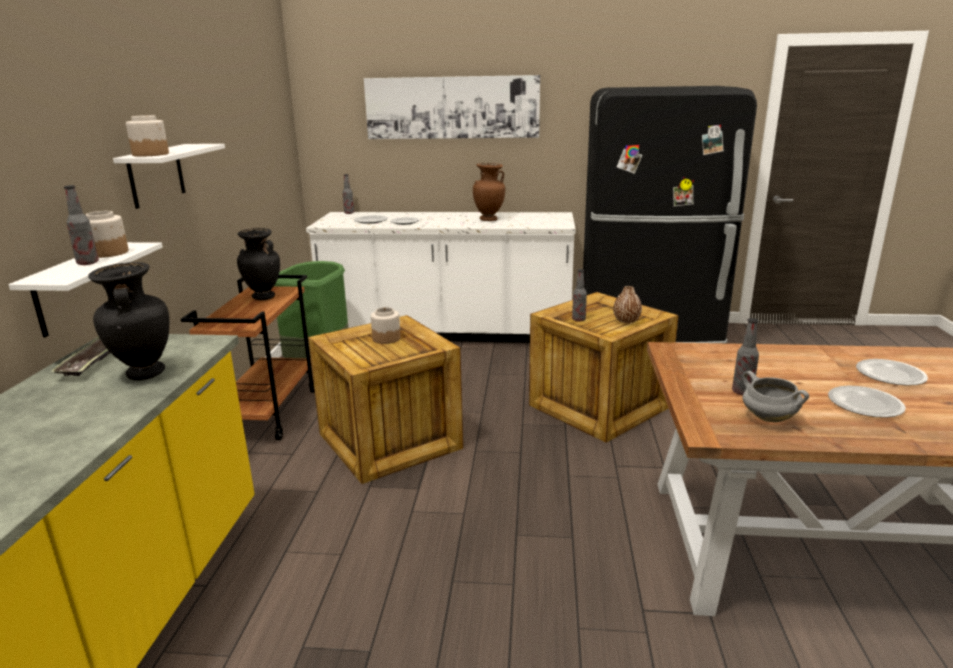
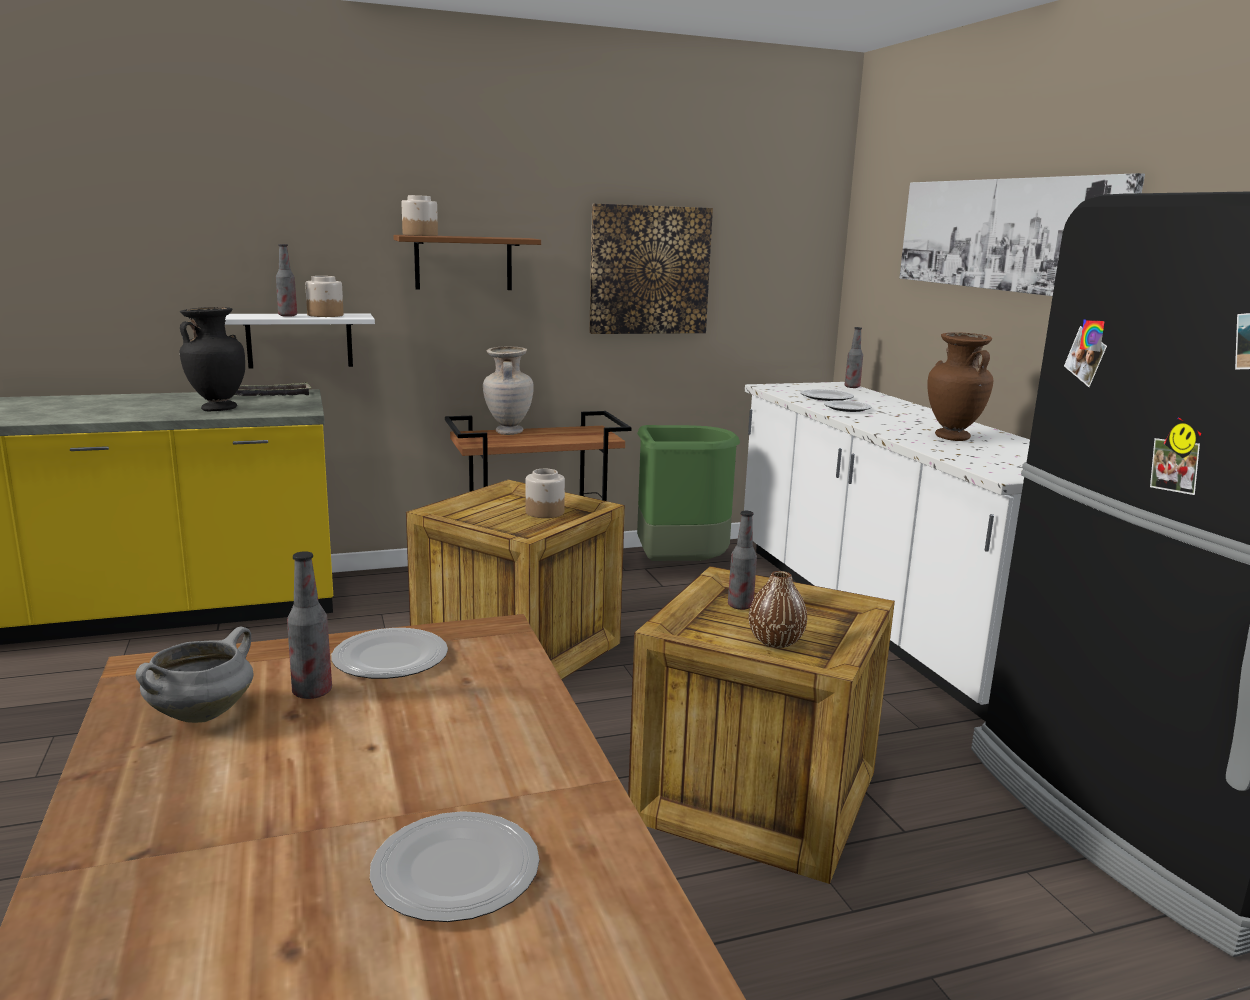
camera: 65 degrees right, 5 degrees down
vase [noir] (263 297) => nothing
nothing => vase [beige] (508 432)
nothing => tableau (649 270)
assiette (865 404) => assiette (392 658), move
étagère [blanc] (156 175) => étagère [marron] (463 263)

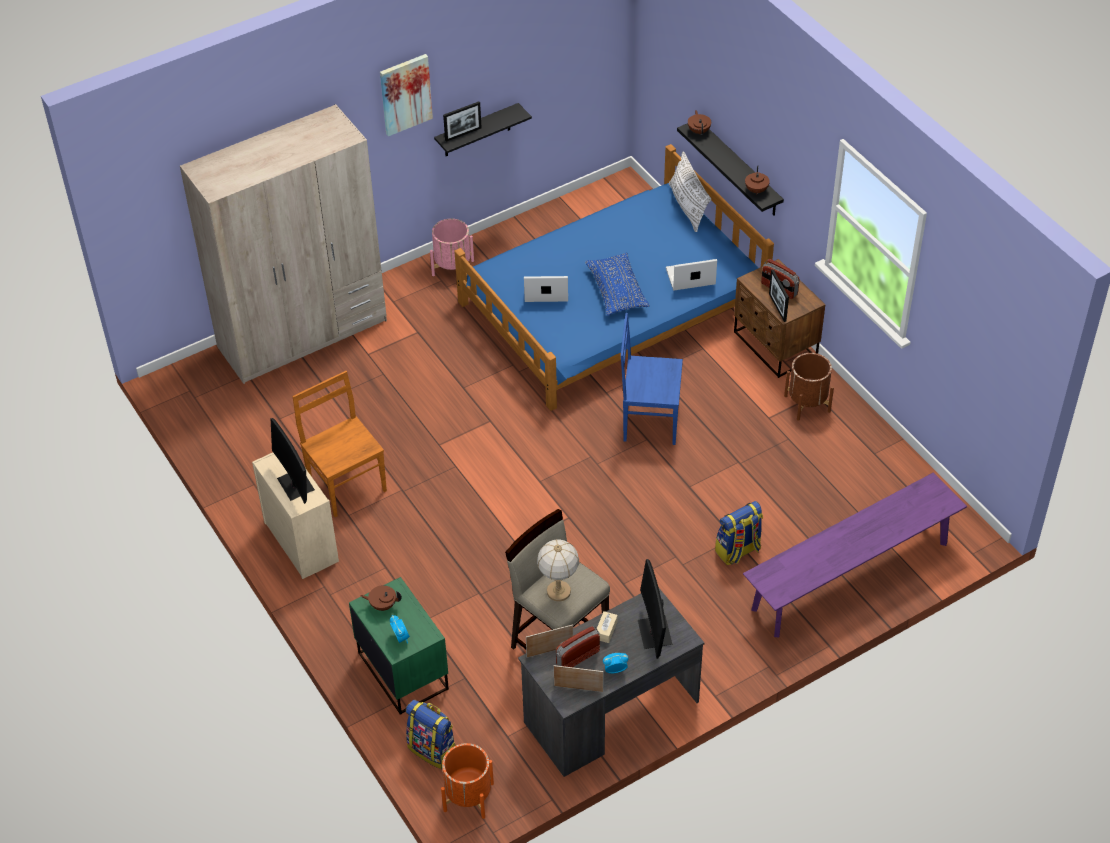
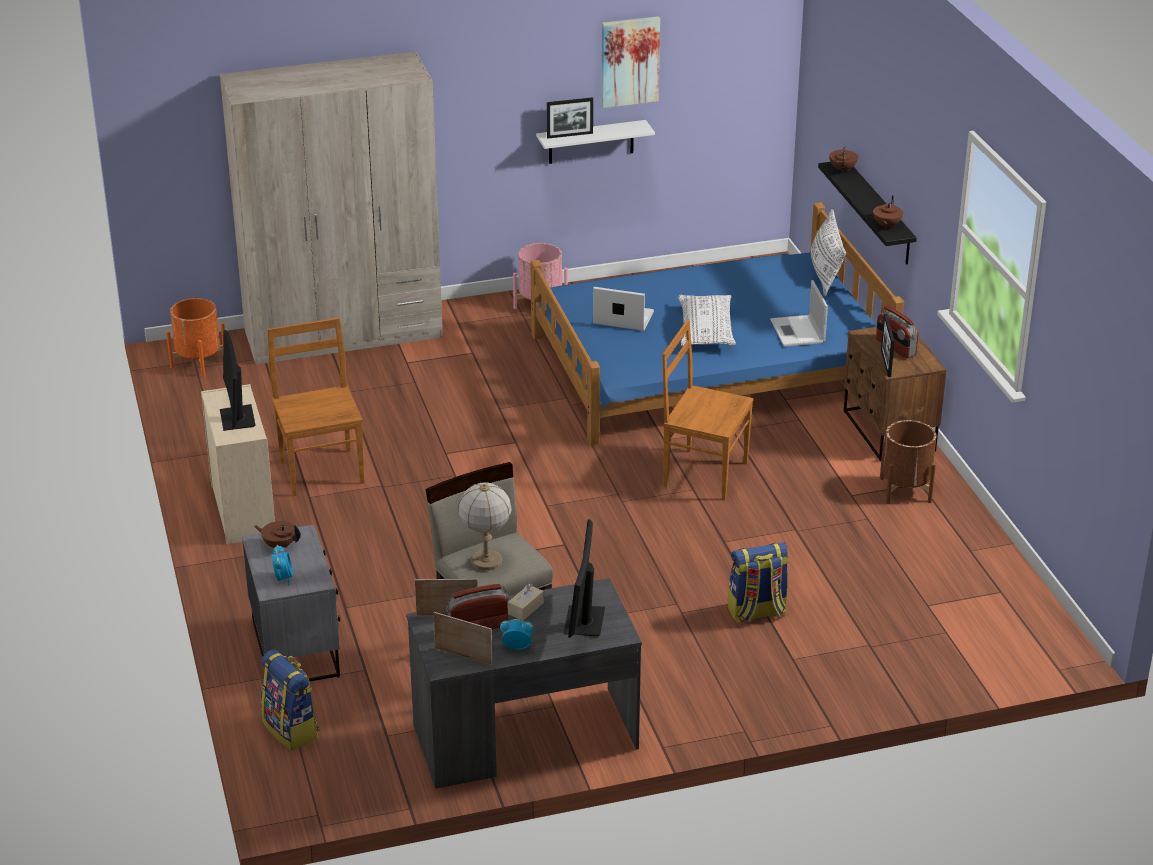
camera: 15 degrees right, 15 degrees down
banc [violet] (850 576) => nothing
tableau (405 94) => tableau (629 61), move
cache-pot [orange] (468 797) => cache-pot [orange] (199 363), move
table de chevet [vert] (403 670) => table de chevet [gris] (297 649)
étagère [noir] (477 131) => étagère [blanc] (591 142)
coussin [bleu] (617 291) => coussin [blanc] (706 331)
chaise [bleu] (649 421) => chaise [marron] (703 473)
ordinateur portable (689 277) => ordinateur portable (798 332), 105 degrees counterclockwise

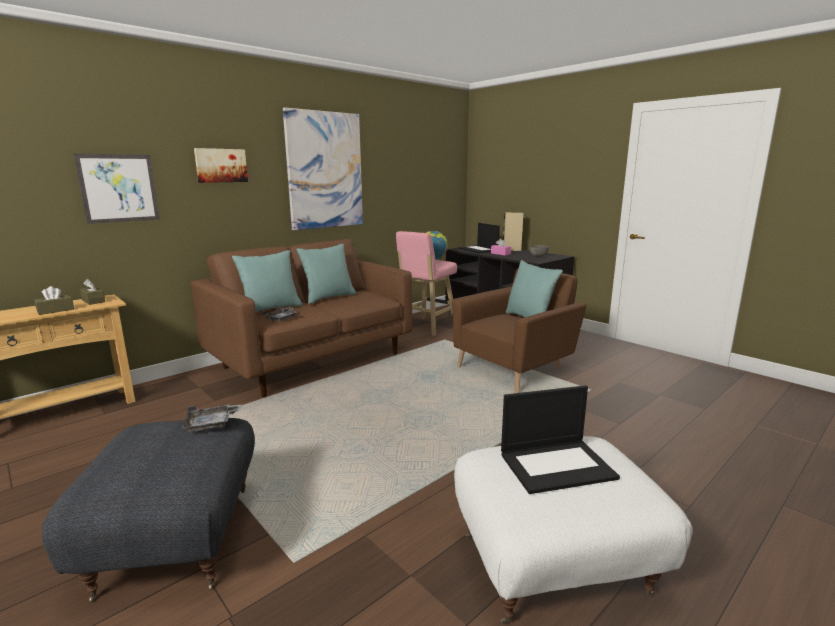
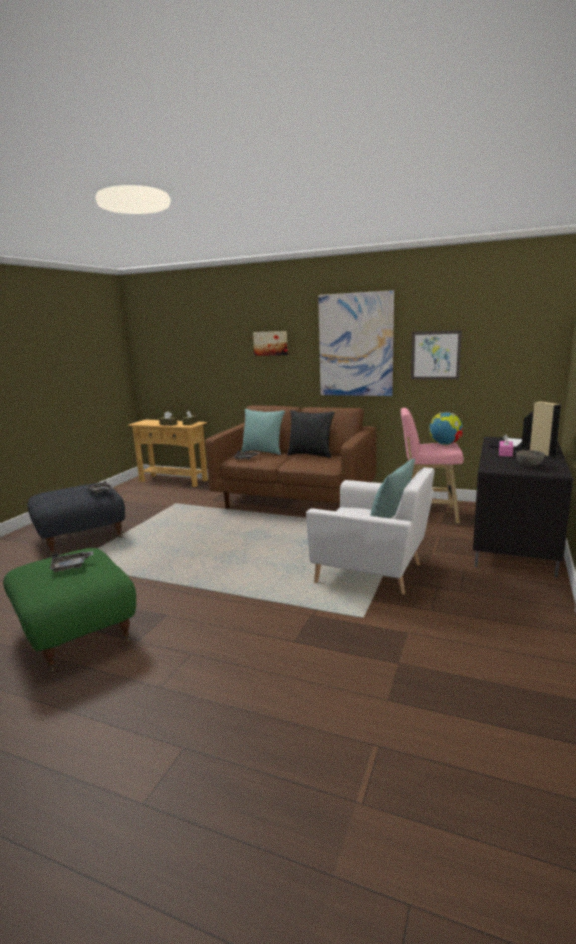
camera: 65 degrees right, 0 degrees up
tableau (119 188) => tableau (435 355), move
ordinateur portable (557 465) => plateau [gris] (71 566)
coussin [turquoise] (328 298) => coussin [noir] (310 455)
fauteuil [marron] (514 368) => fauteuil [blanc] (373 571)
pouf [blanc] (554 567) => pouf [vert] (75 634)

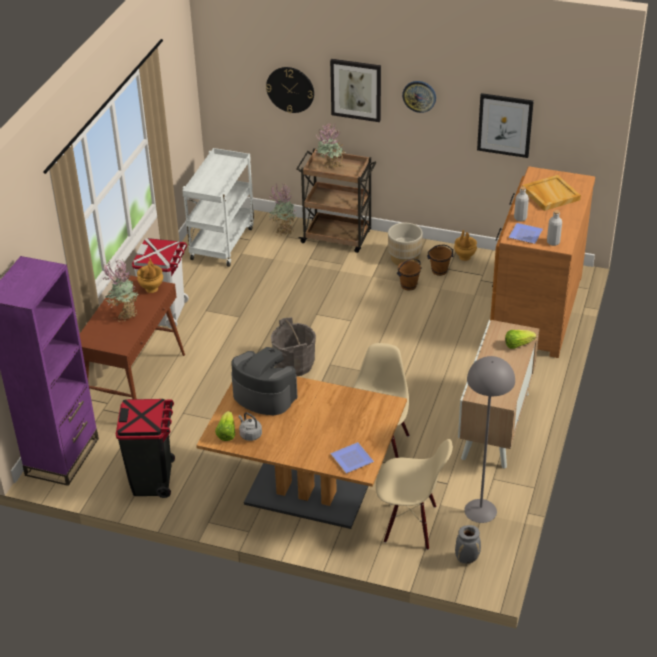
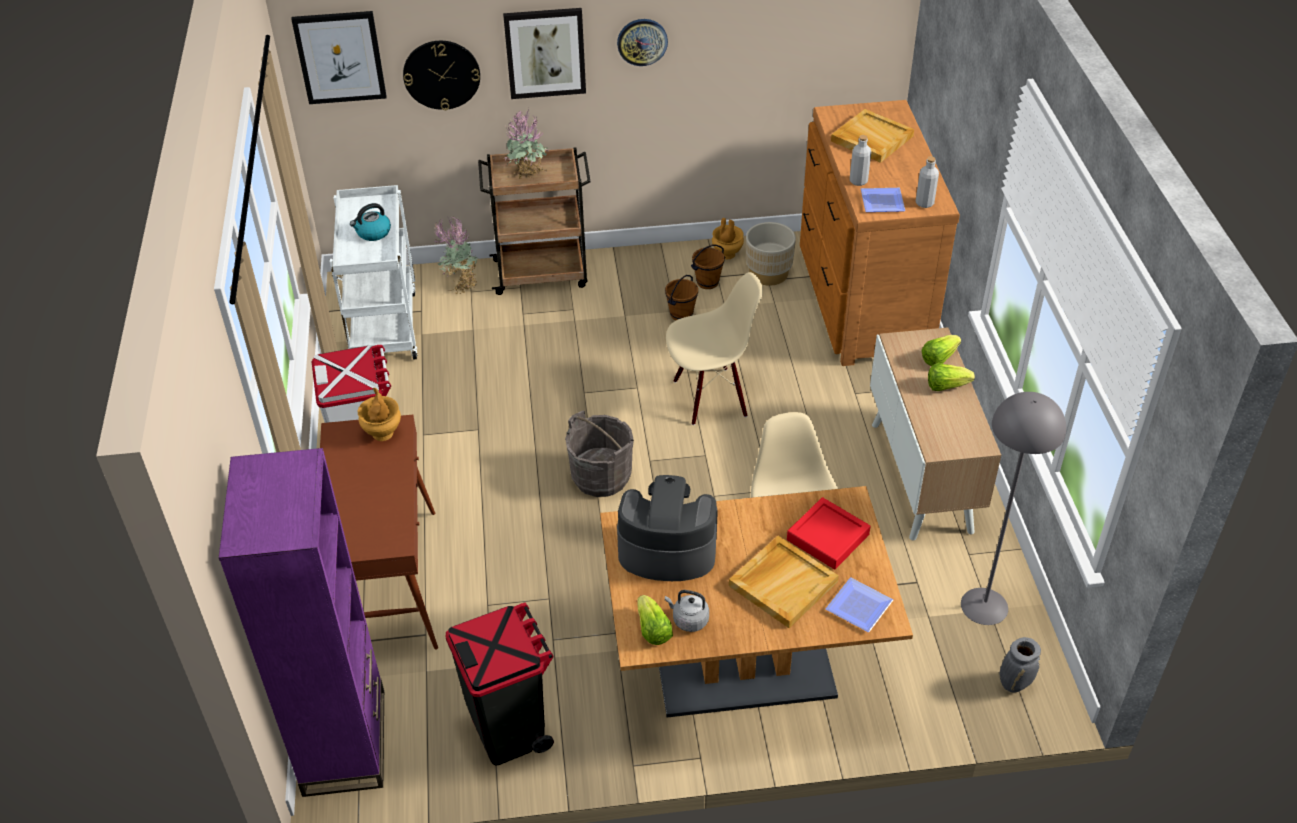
camera: 25 degrees left, 5 degrees up
plante en pot (124 314) => nothing
nothing => bouilloire (373 233)
nothing => plateau [beige] (783 583)
nothing => plateau [rouge] (827 537)
nothing => laitue (946 386)
chaise [beige] (410 525) => chaise [beige] (710 397), move
cache-pot [beige] (404 258) => cache-pot [beige] (768 273), move
tableau (505 125) => tableau (340 57), move

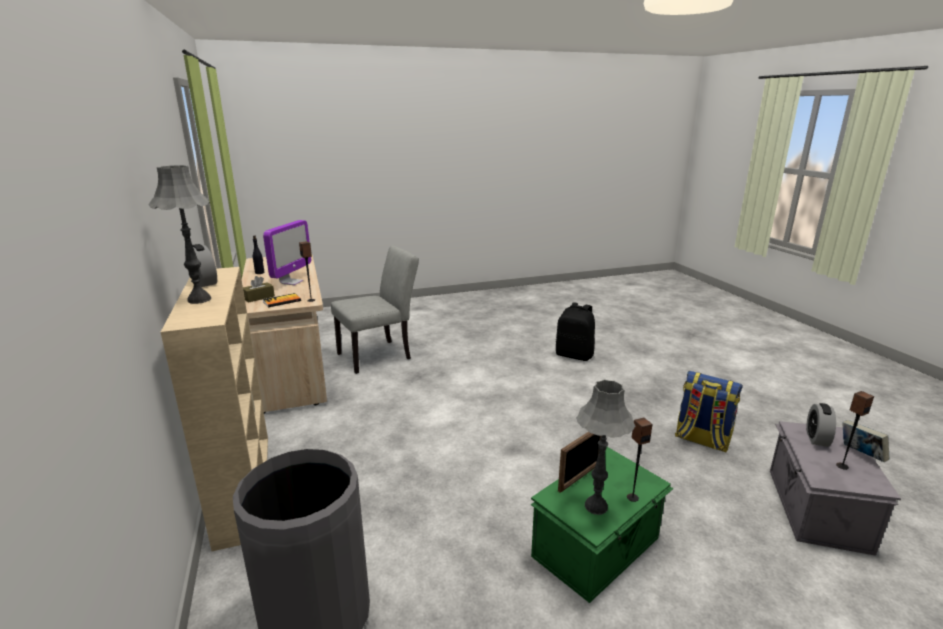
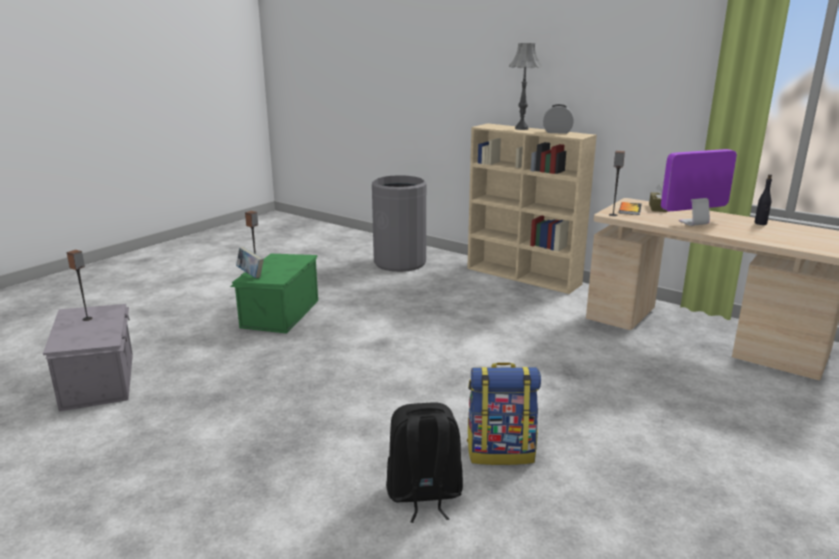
camera: 145 degrees right, 0 degrees up
chaise [gris] (379 355) => nothing
cadre photo (580 476) => nothing
lampe de table [gris] (596 507) => nothing
réveil (817 438) => nothing
sac à dos (701 440) => sac à dos (501 452), move
livre (860 454) => livre (250 274), move
écran d'ordinateur (291 282) => écran d'ordinateur (693 223), 90 degrees clockwise

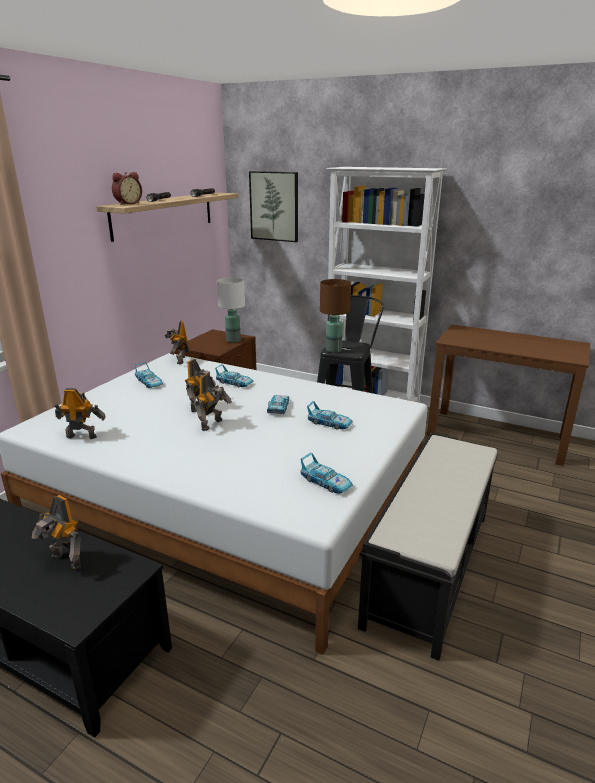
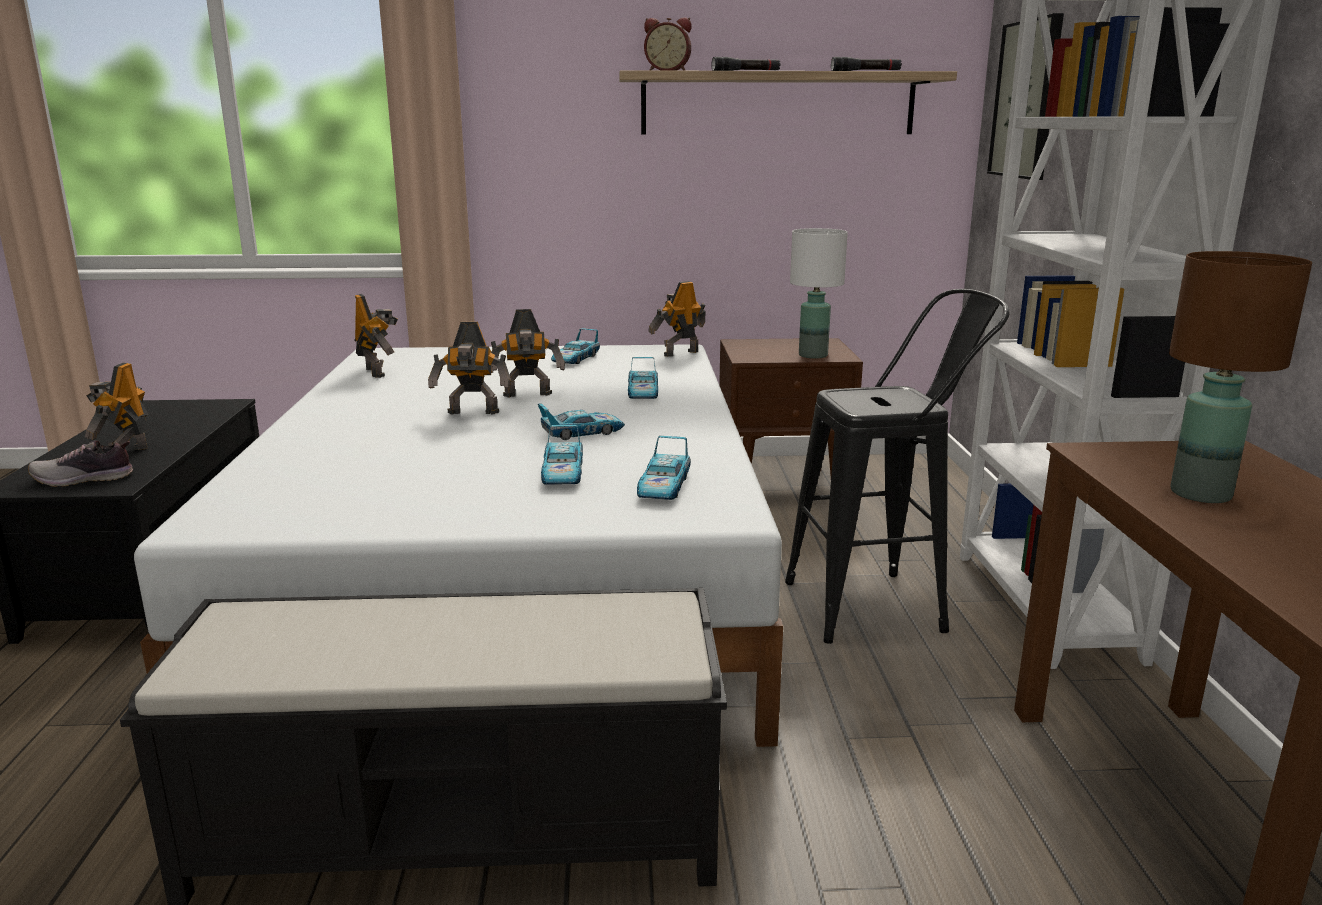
camera: 60 degrees right, 5 degrees down
nothing => chaussure (84 479)
petite voiture (326 482) => petite voiture (663 487), move
lampe de table [marron] (334 350) => lampe de table [marron] (1202 494), move

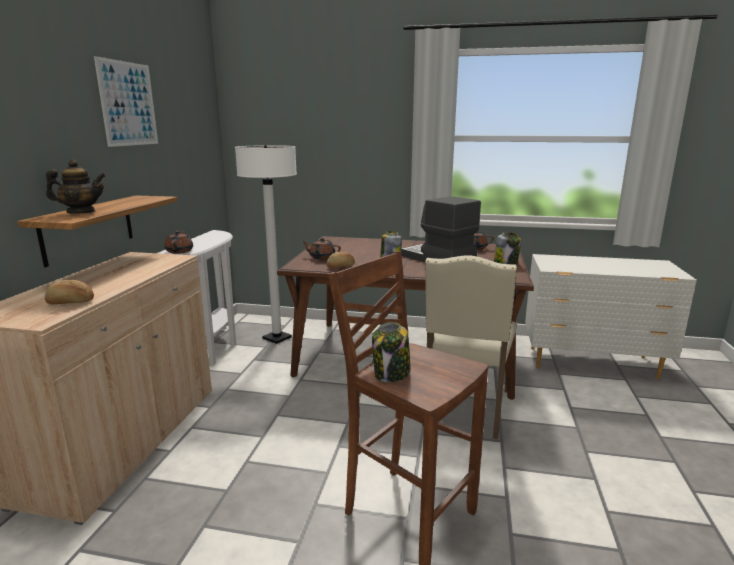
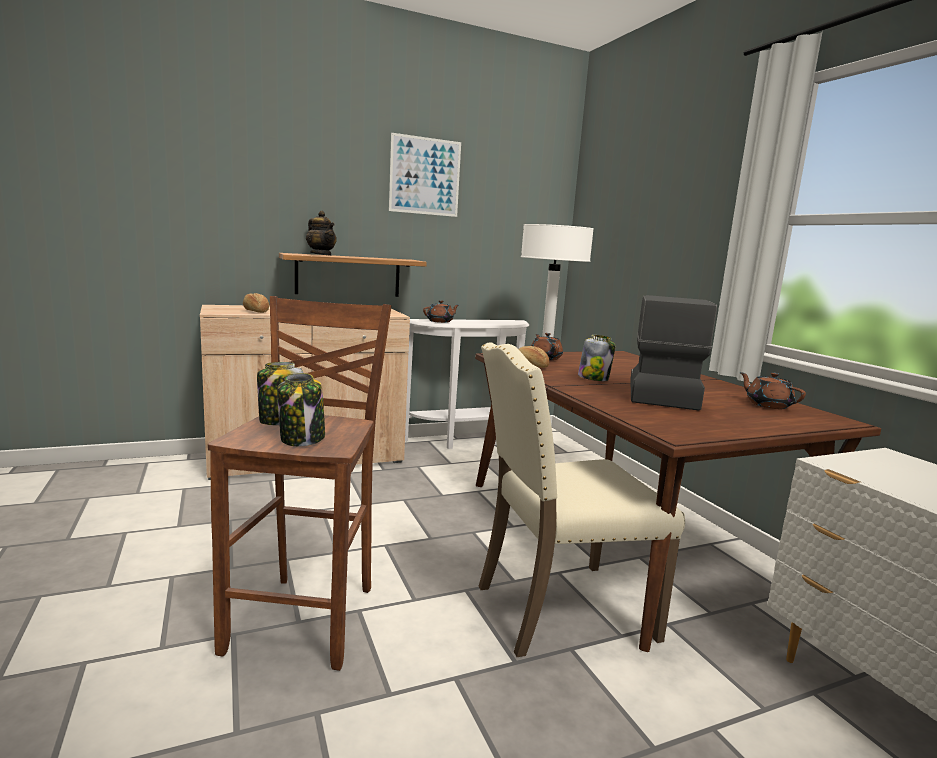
camera: 55 degrees right, 5 degrees down
bocal (506 263) => bocal (302 439), move

